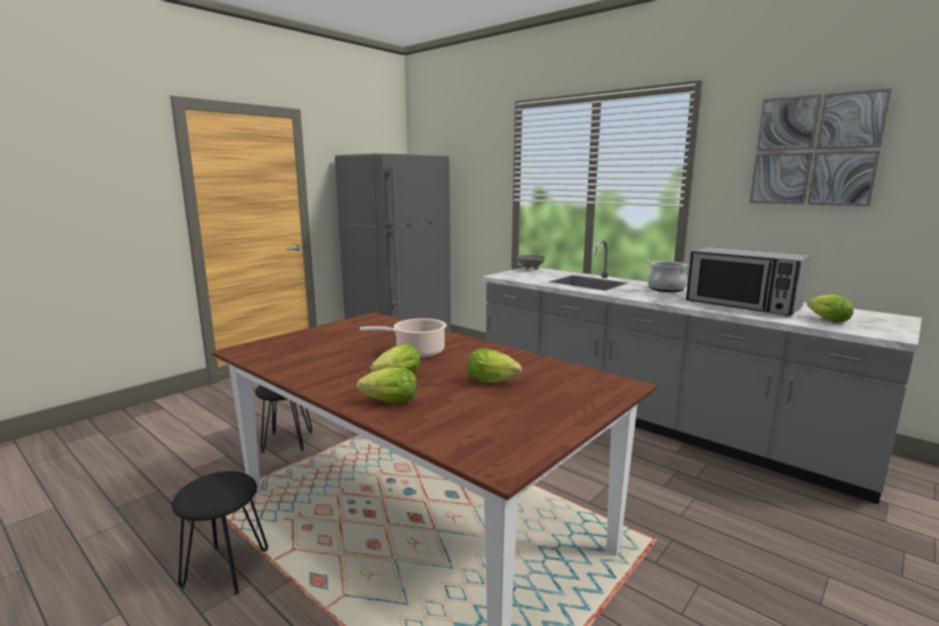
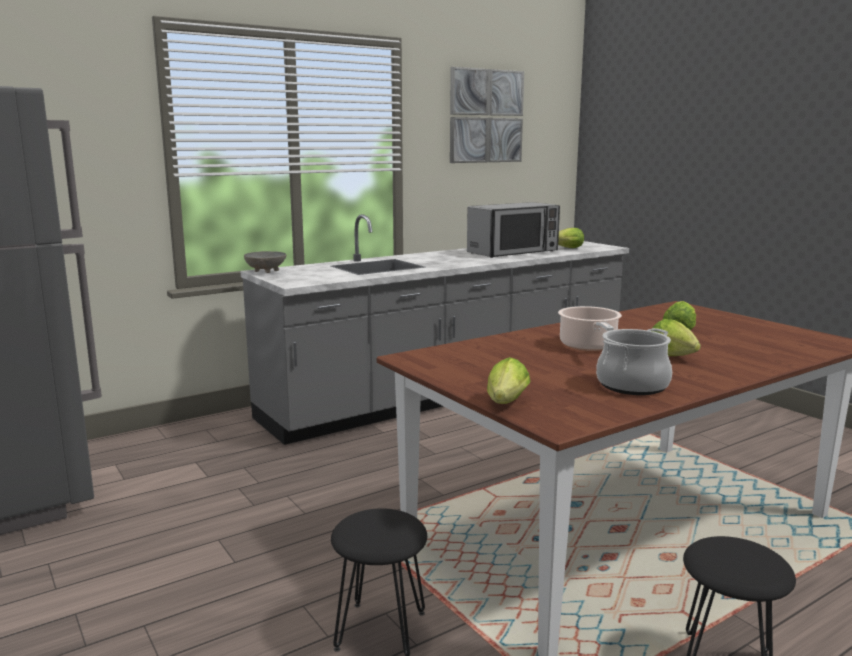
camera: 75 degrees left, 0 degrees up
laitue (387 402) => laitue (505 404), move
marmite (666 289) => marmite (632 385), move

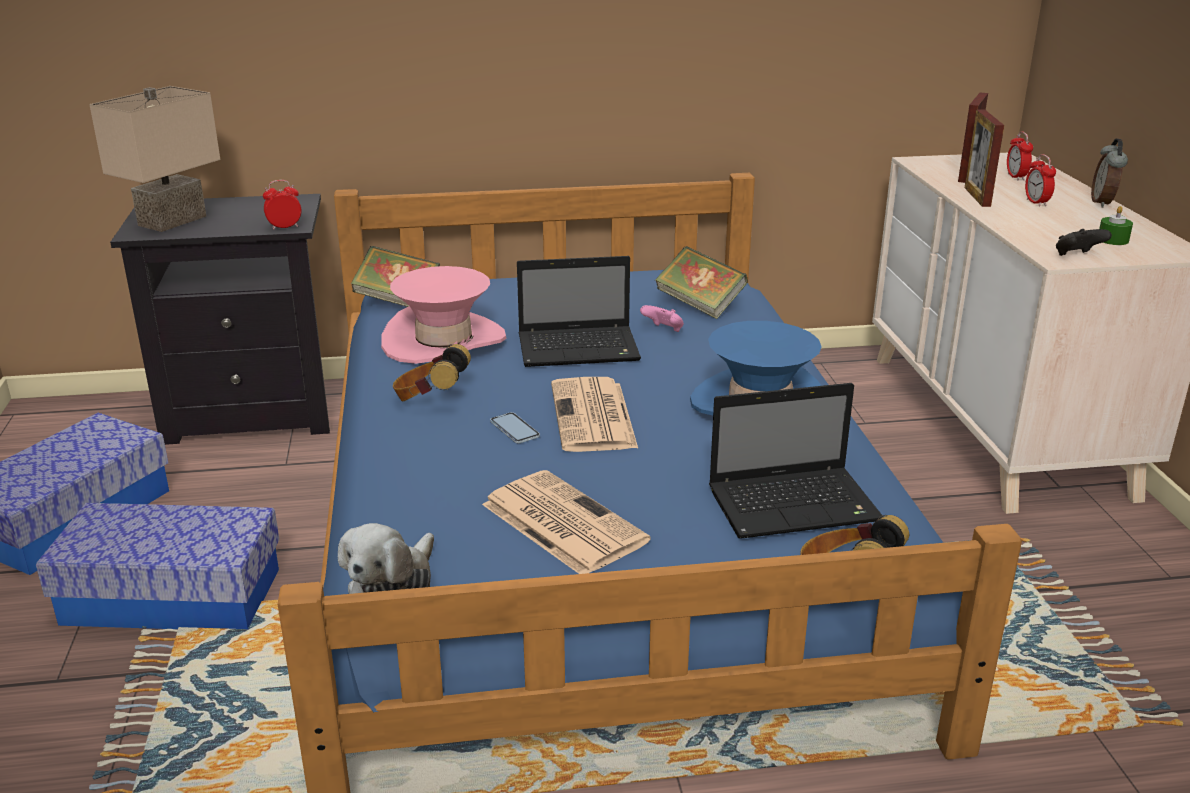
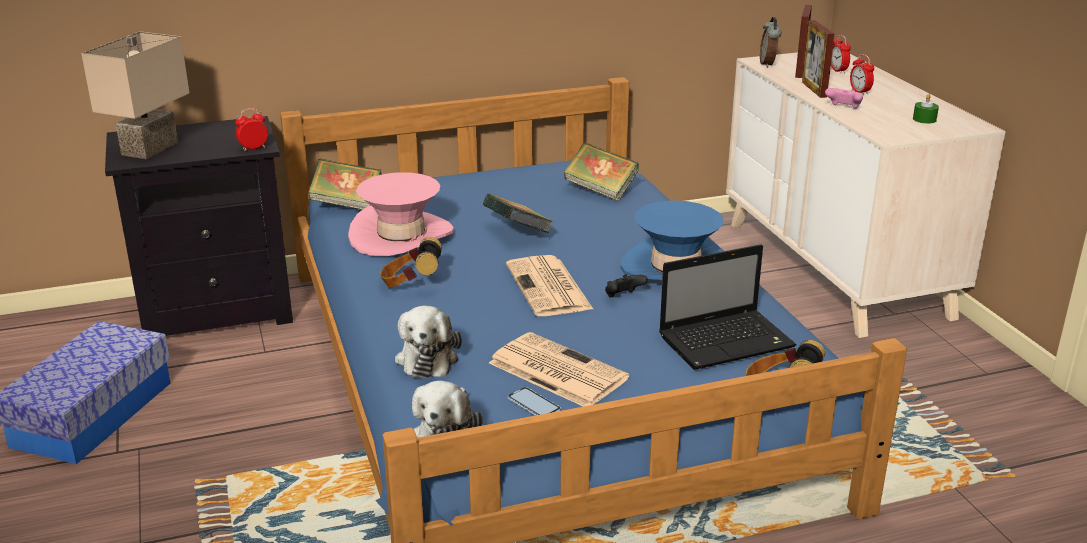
camera: 10 degrees left, 0 degrees up
boîte de rangement (172 596) => nothing
nothing => peluche (427 358)
téléphone (514 429) => téléphone (534 404), move
manette [rose] (663 330) => manette [rose] (843 108), move
manette [noir] (1077 256) => manette [noir] (623 297), move
réveil (1103 203) => réveil (768 64), move
ordinateur portable (581 349) => livre (517 233)

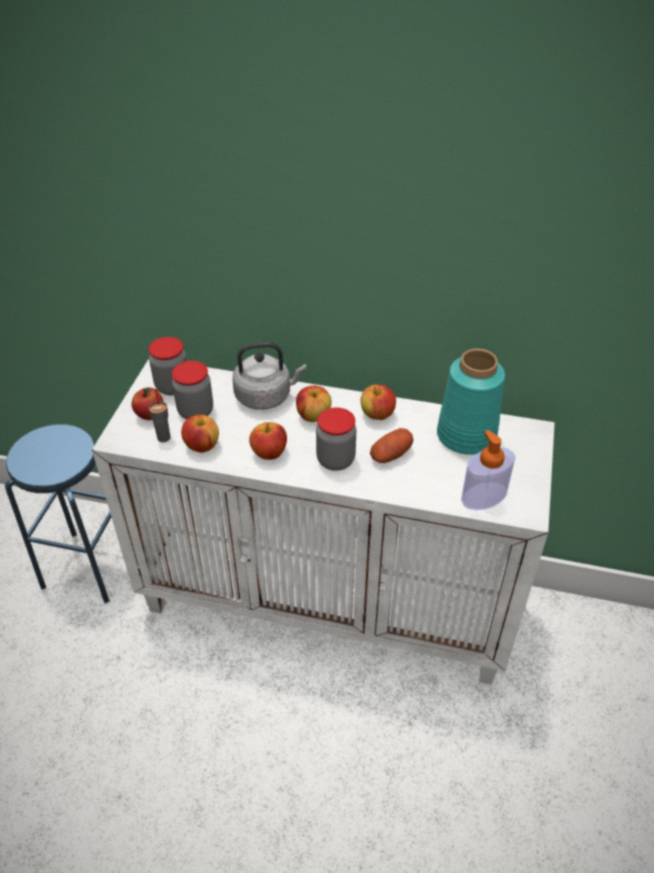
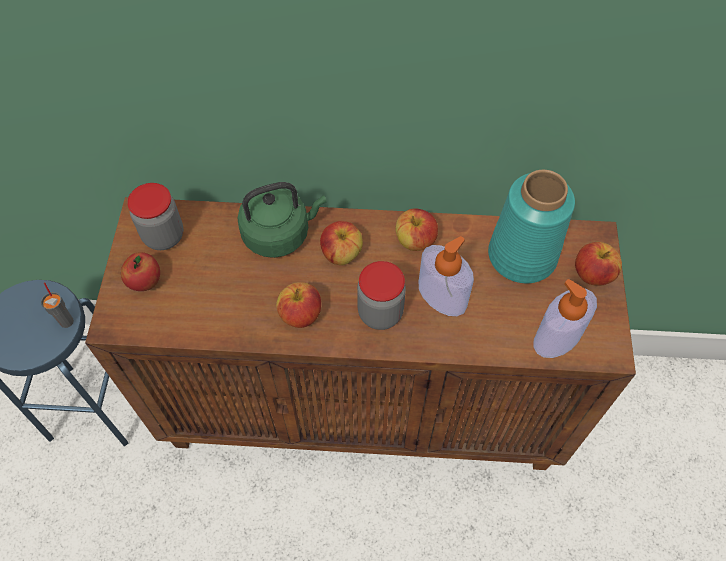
camera: 10 degrees left, 15 degrees up
bocal (195 411) => nothing
tasse [gris] (164 437) => tasse [gris] (66 321), move
pomme (202 446) => pomme (592 275), move
pomme de terre (391 454) => distributeur de savon (442 295)
meuble de rangement [blanc] (329 601) => meuble de rangement [marron] (365 403)
bouilloire [gris] (266 396) => bouilloire [vert] (280 234)

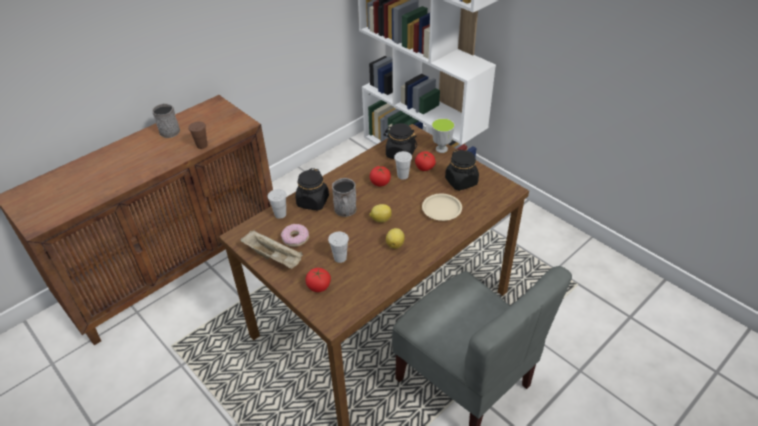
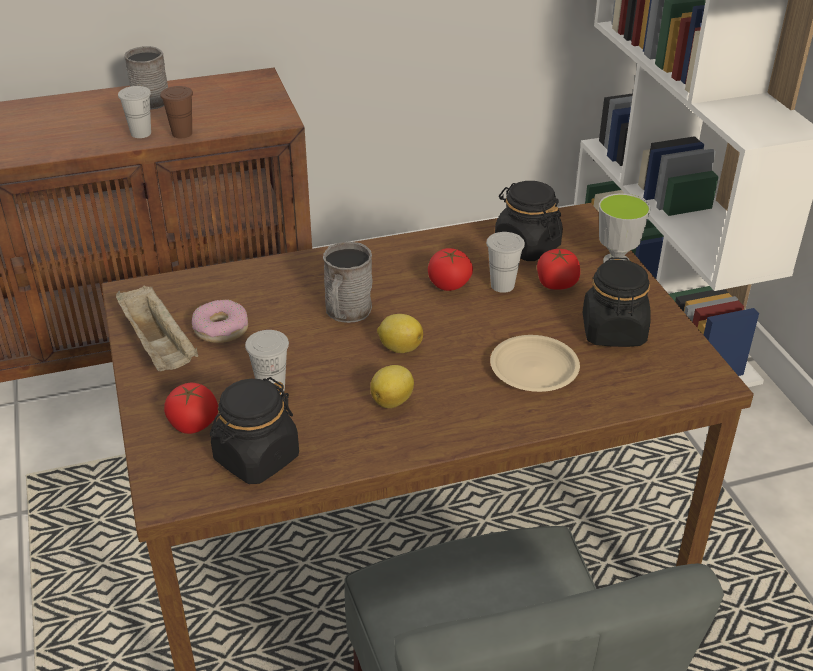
camera: 25 degrees right, 5 degrees down
tasse [blanc] (280 214) => tasse [blanc] (141 133), move
bocal [noir] (313 202) => bocal [noir] (256 458), move

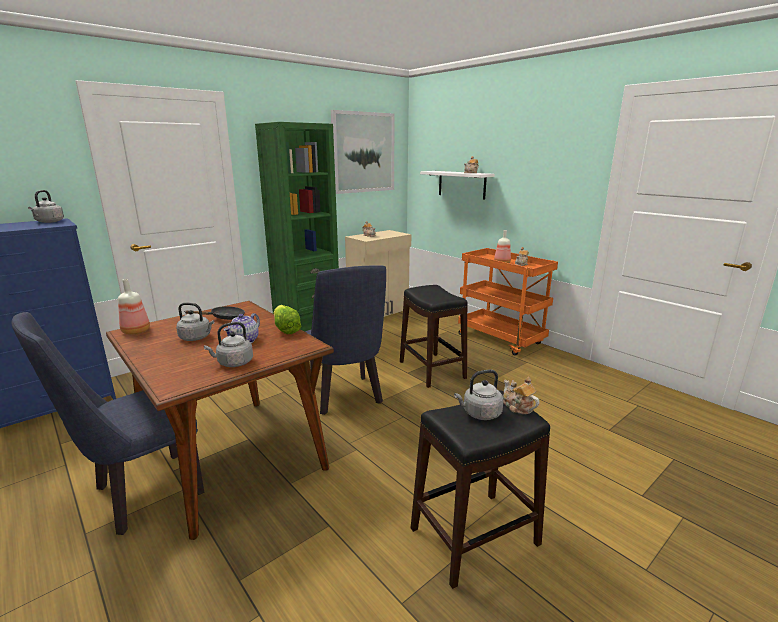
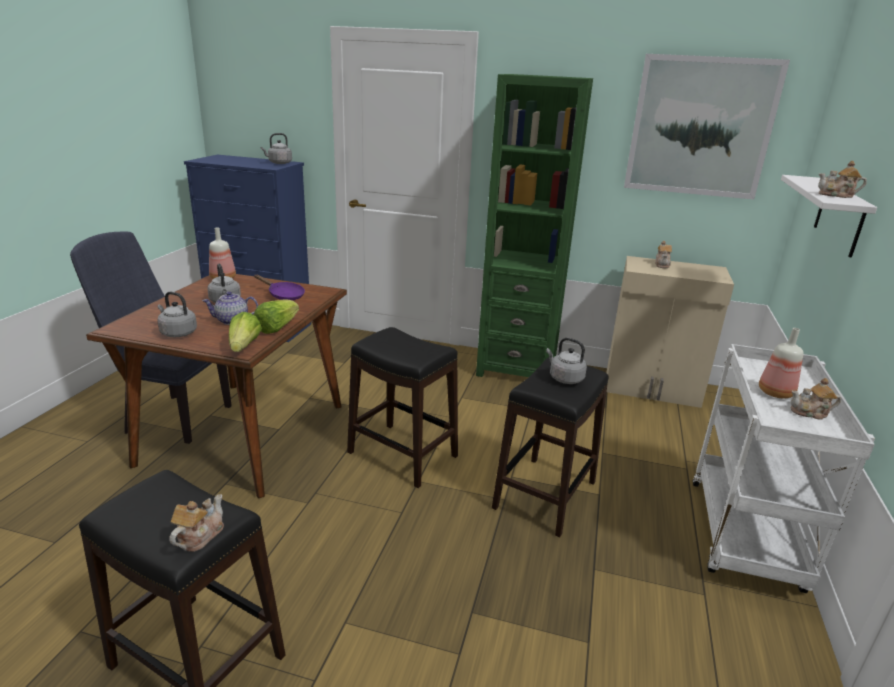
camera: 55 degrees right, 5 degrees up
nothing => laitue (244 347)
bouilloire [gris] (480 414) => bouilloire [gris] (564 378), move
chaise [bleu] (347 398) => tabouret [noir] (402 454)
poêle [noir] (224 318) => poêle [violet] (283 295)
chariot [orange] (501 340) => chariot [blanc] (745 537)

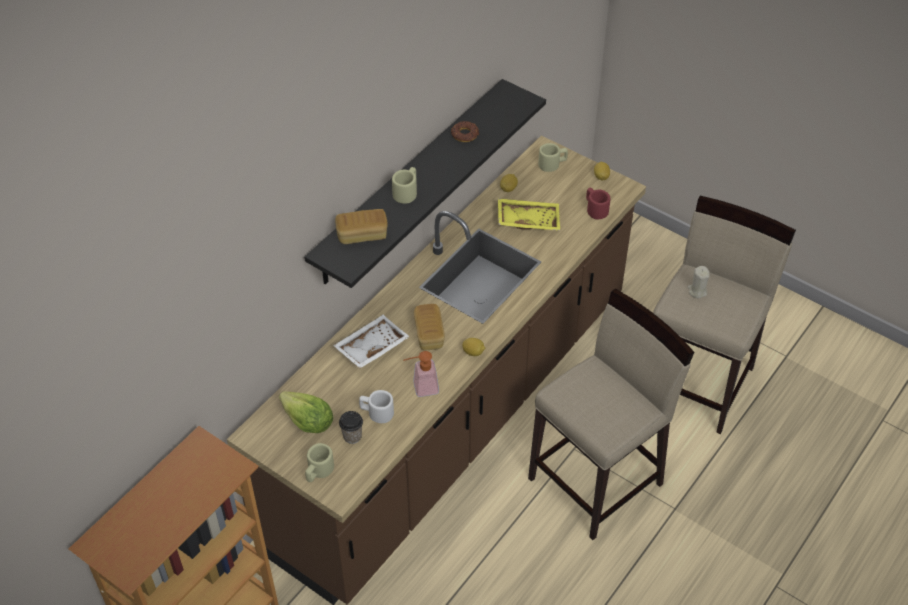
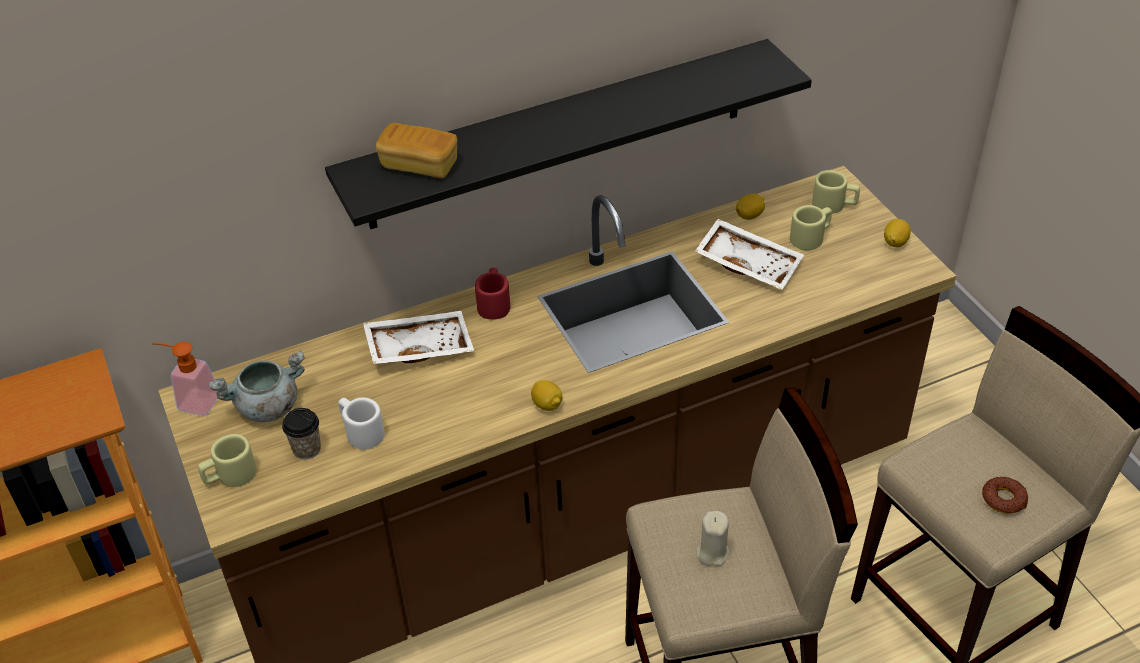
camera: 30 degrees right, 5 degrees down
pain (429 334) => nothing
mug [beige] (407 192) => mug [beige] (811 237), move
distributeur de savon (421 388) => distributeur de savon (192 401), move
beignet (465 134) => beignet (1004 499), move
mug [rouge] (595 209) => mug [rouge] (494 303), move
bougie [beige] (697 291) => bougie [beige] (712 552), move
laitue (307 421) => marmite [gris] (267 407)
plateau [jaune] (528 220) => plateau [blanc] (749 263)

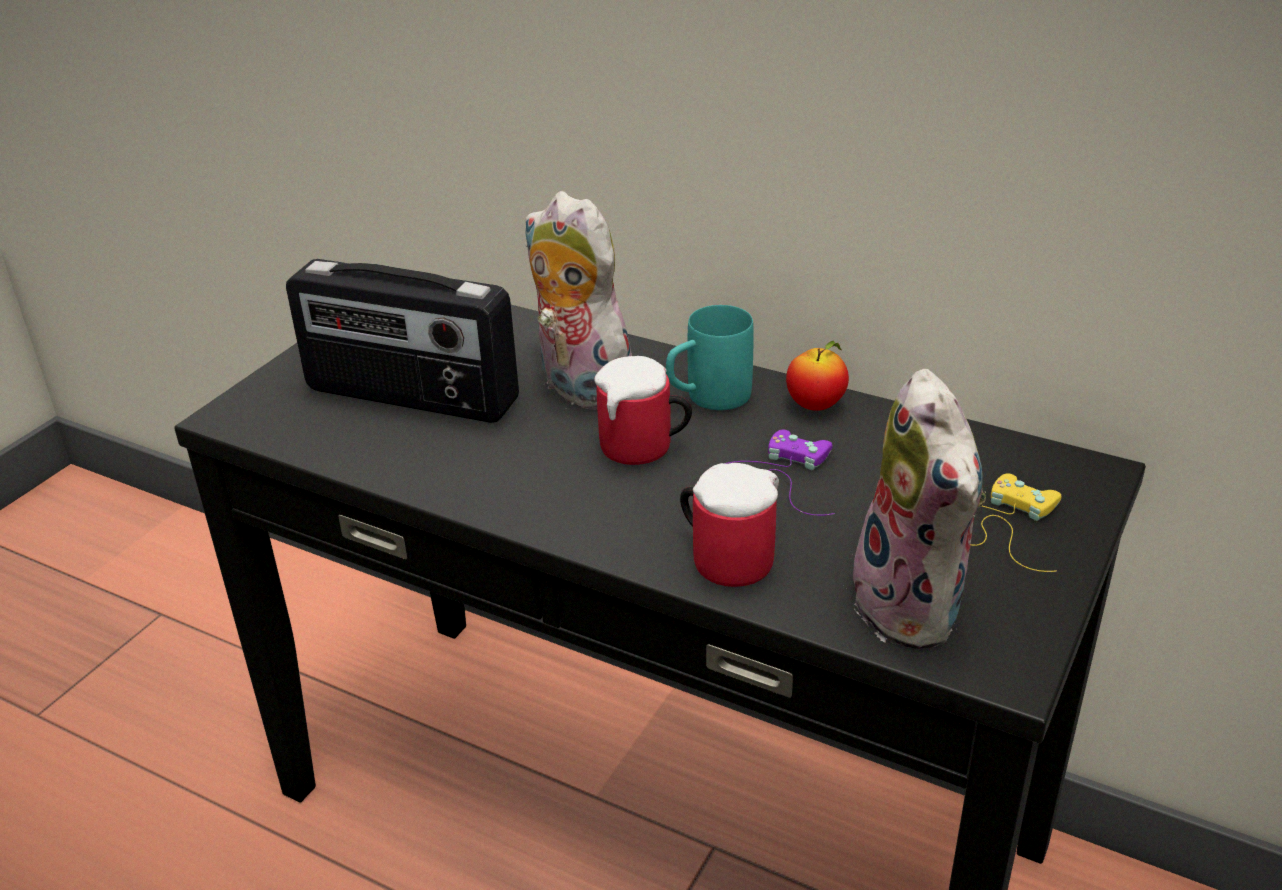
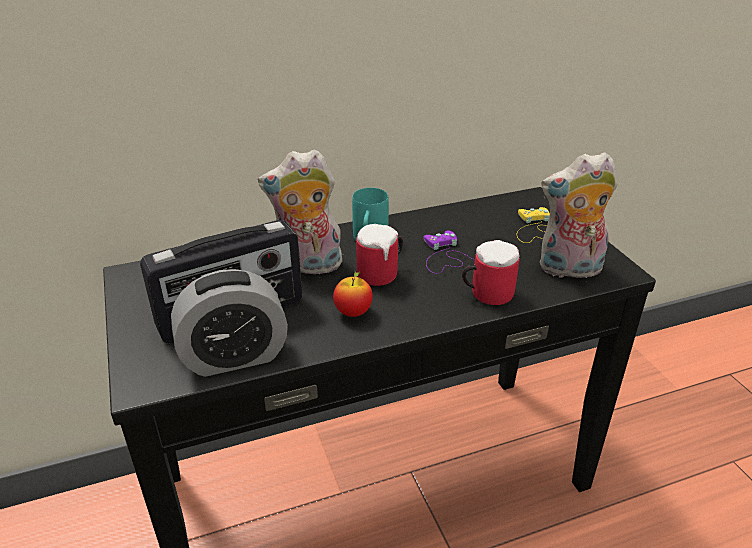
camera: 50 degrees left, 0 degrees up
nothing => réveil (234 357)
pomme (815 405) => pomme (353 312), move
peluche (916 608) => peluche (569 270), 150 degrees clockwise

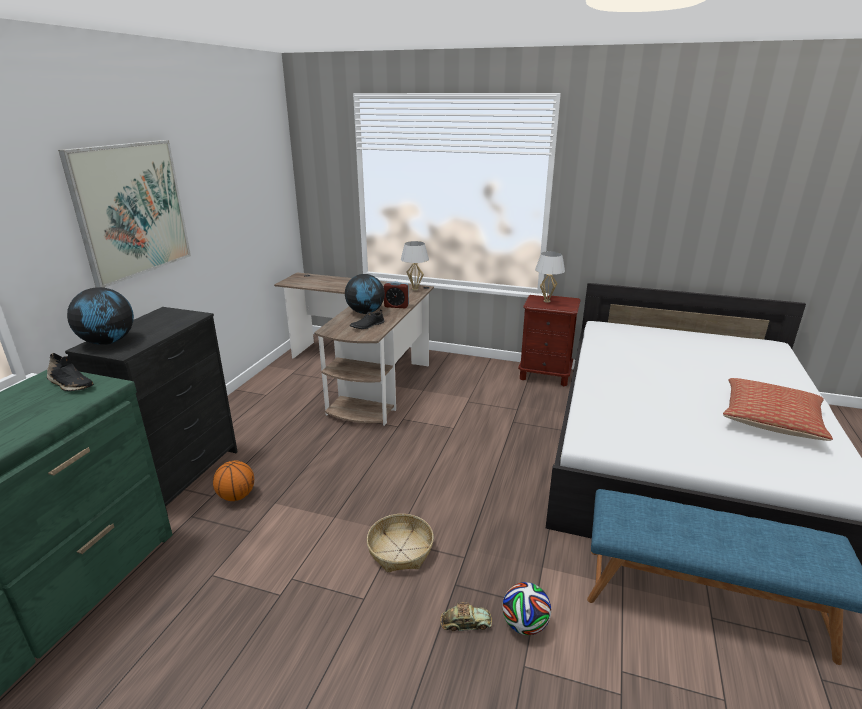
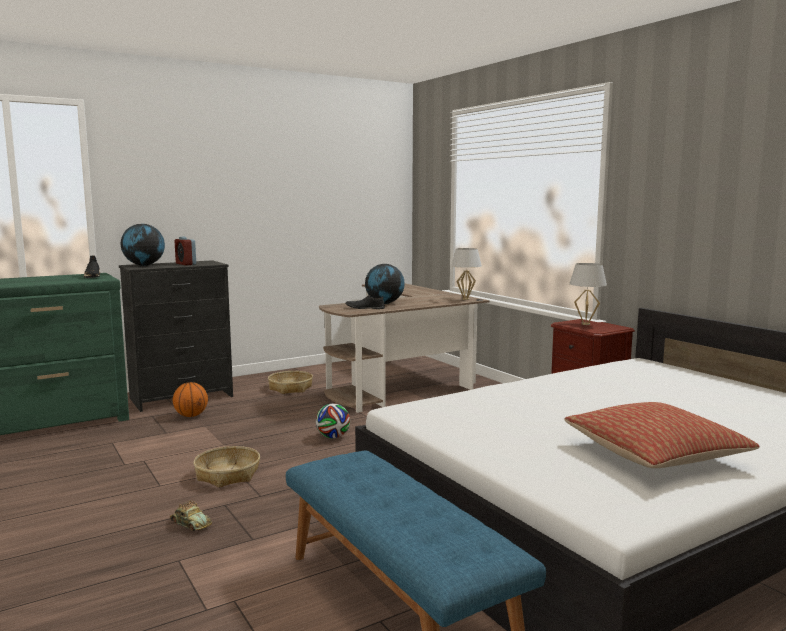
camera: 40 degrees right, 15 degrees down
tableau (131 210) => nothing
nothing => panier (290 388)
réveil (396 306) => réveil (186 264), move
ballon de foot (524 624) => ballon de foot (333 437), move

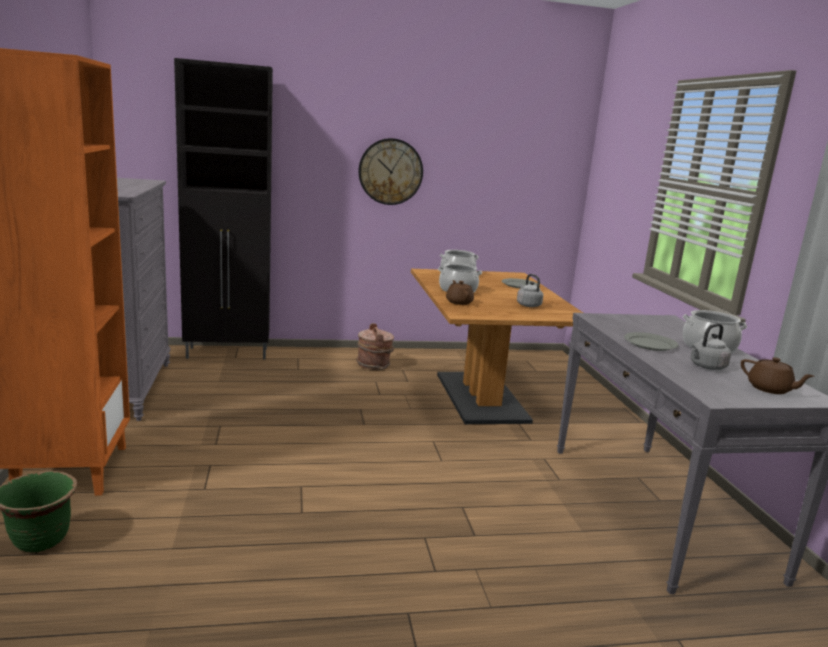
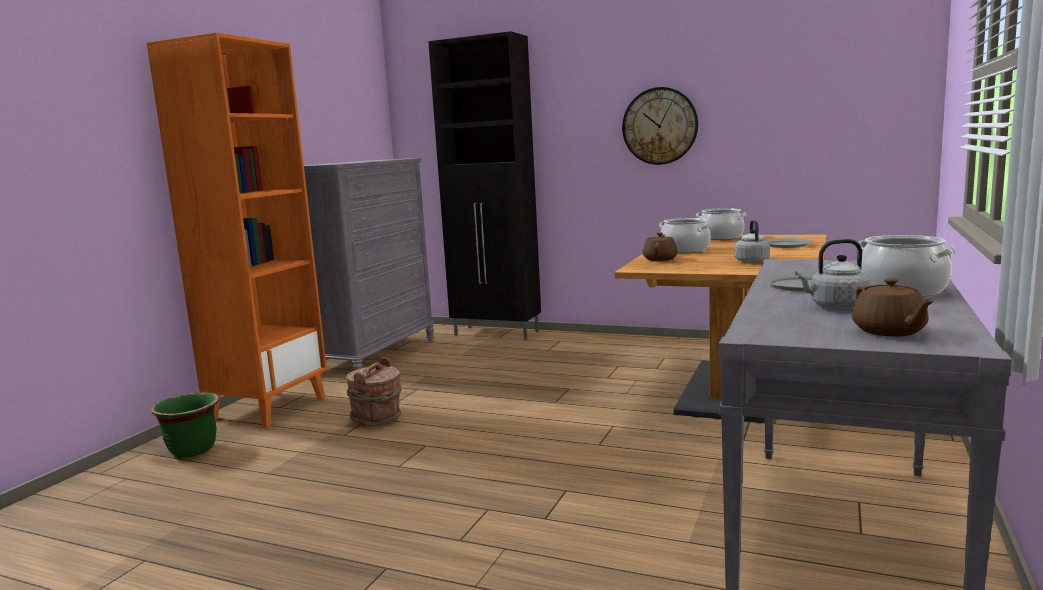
camera: 35 degrees right, 5 degrees down
seau [marron] (374 365) => seau [marron] (377 419), move

